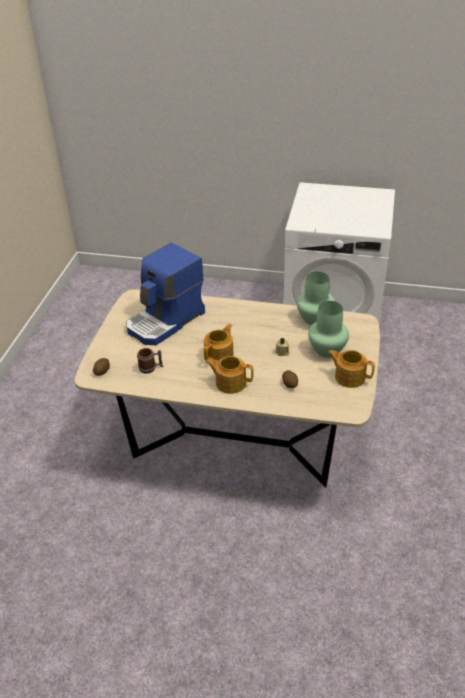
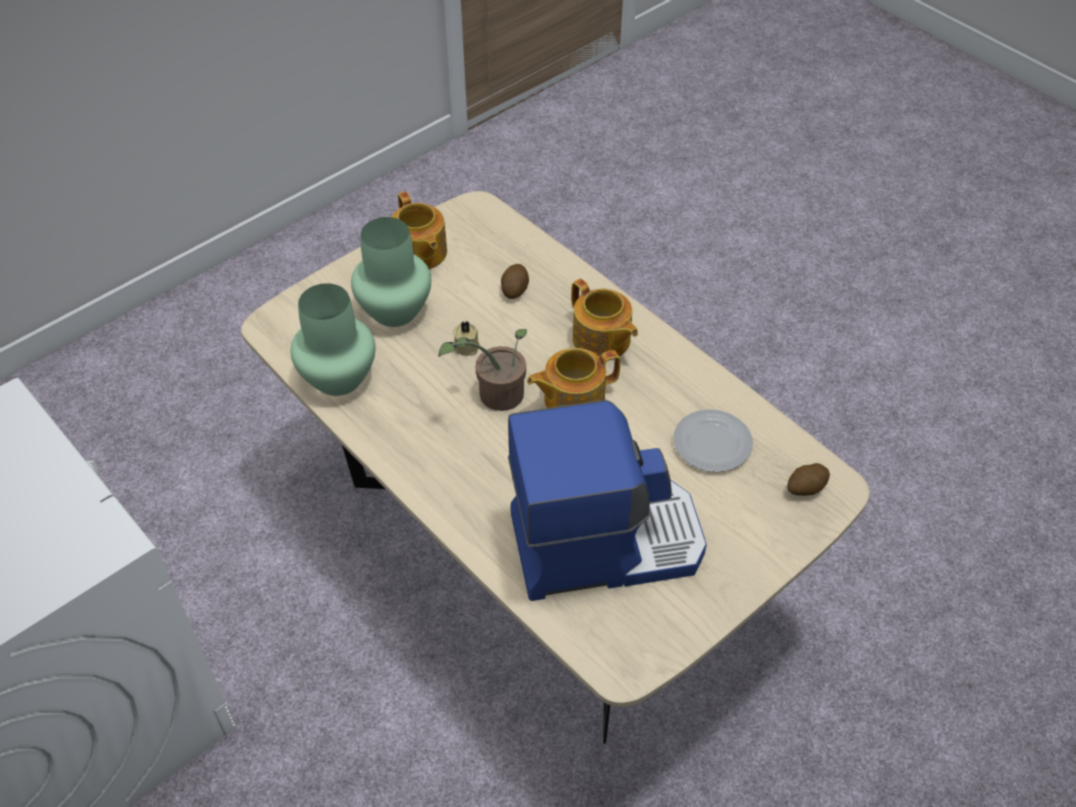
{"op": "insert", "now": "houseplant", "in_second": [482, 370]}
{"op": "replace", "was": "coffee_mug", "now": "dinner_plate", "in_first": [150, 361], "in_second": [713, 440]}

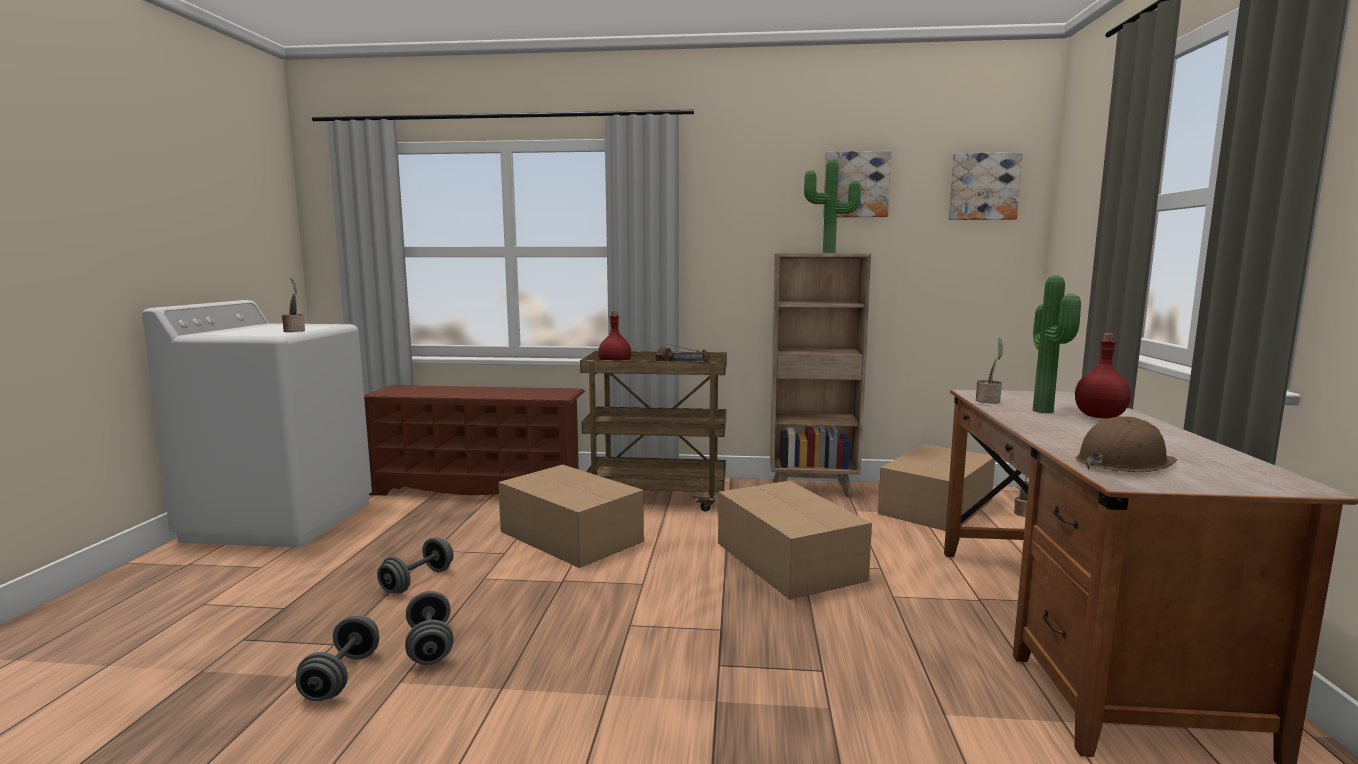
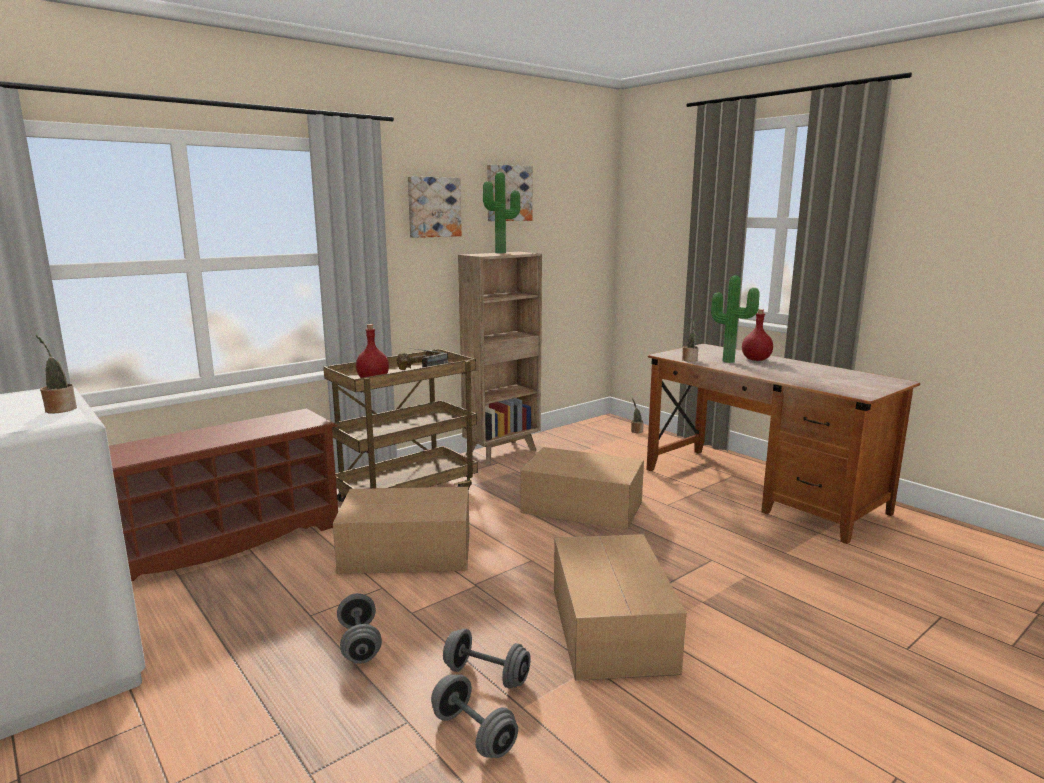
{"op": "move", "was": "wall_picture", "in_first": [986, 186], "in_second": [435, 207]}
{"op": "move", "was": "packing_box", "in_first": [936, 487], "in_second": [620, 607]}
{"op": "delete", "was": "brownish_hard_hat", "in_first": [1126, 444]}

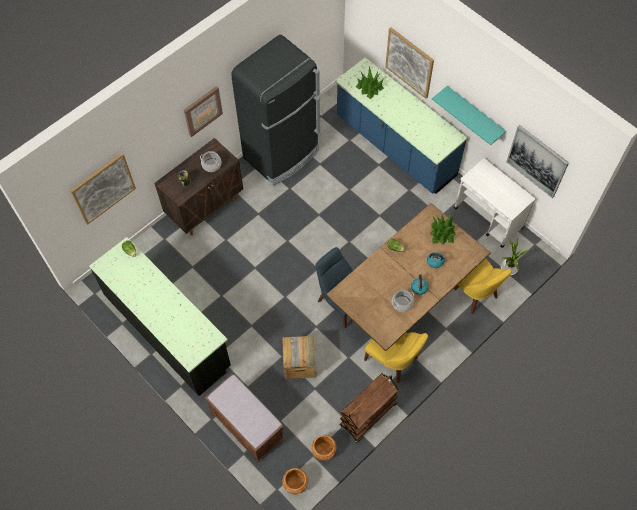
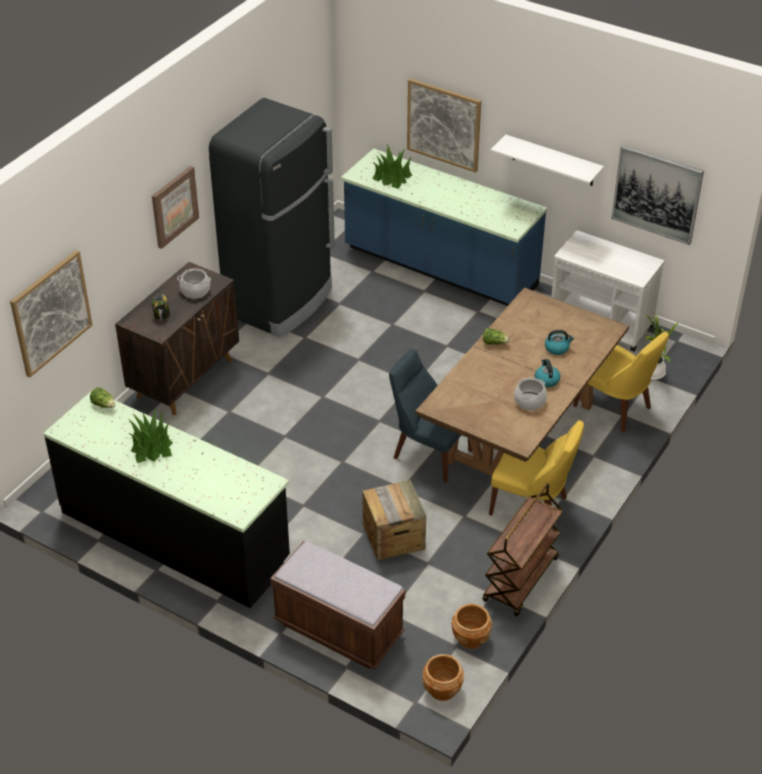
{"op": "move", "was": "houseplant", "in_first": [443, 229], "in_second": [151, 436]}
{"op": "recolor", "was": "blue-green_bracket_shelf", "now": "whitish_bracket_shelf", "in_first": [469, 115], "in_second": [547, 160]}

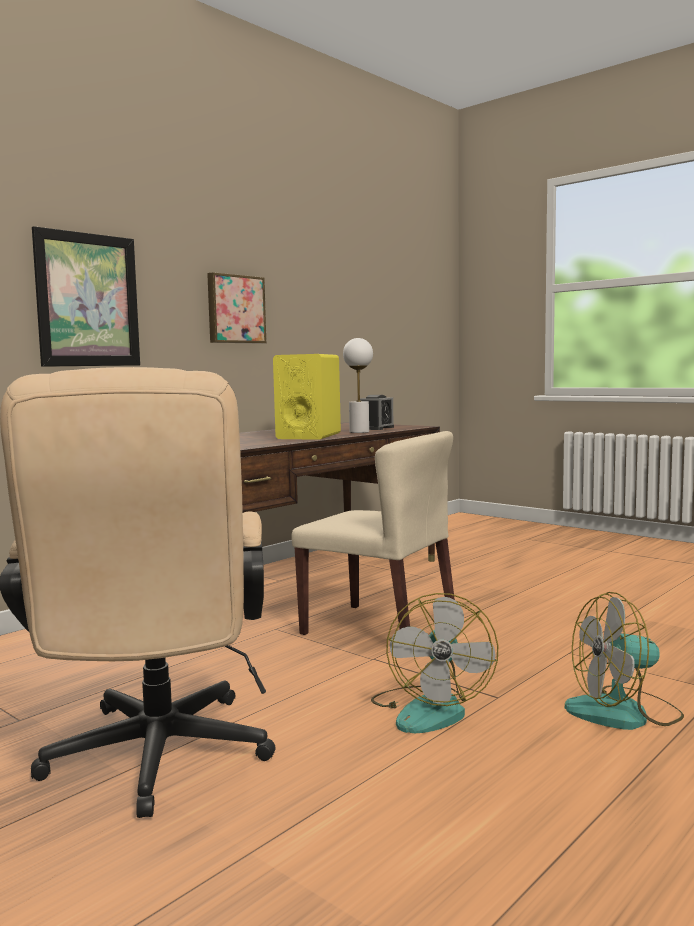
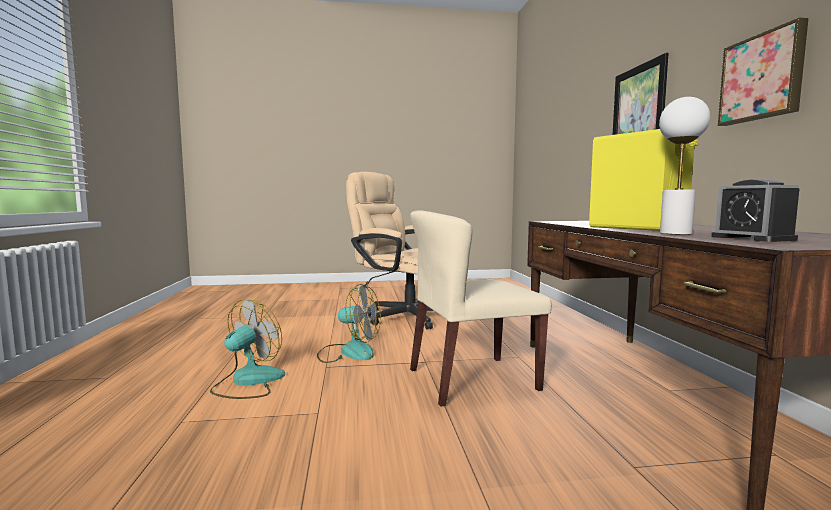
{"op": "rotate", "was": "electric_fan", "in_first": [434, 663], "in_second": [349, 323], "clockwise": 150}

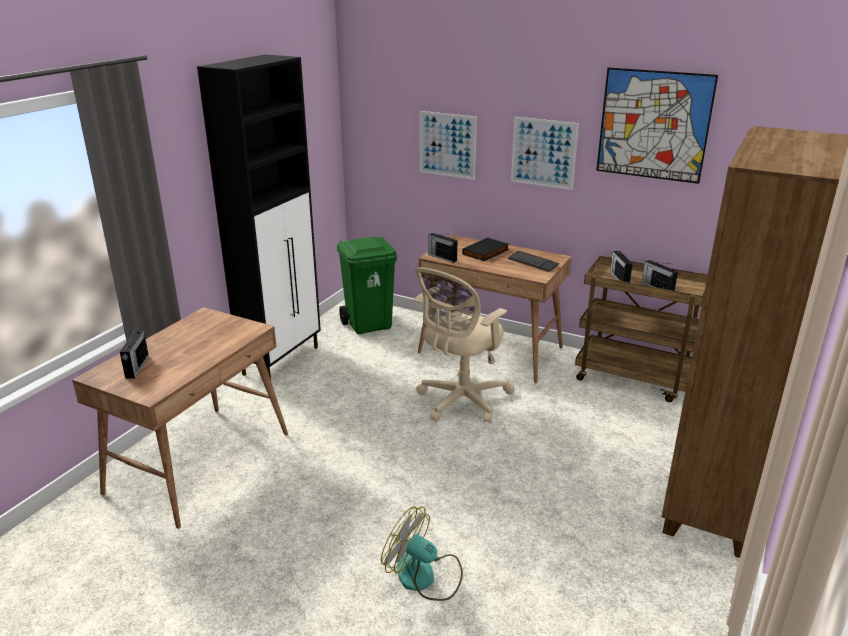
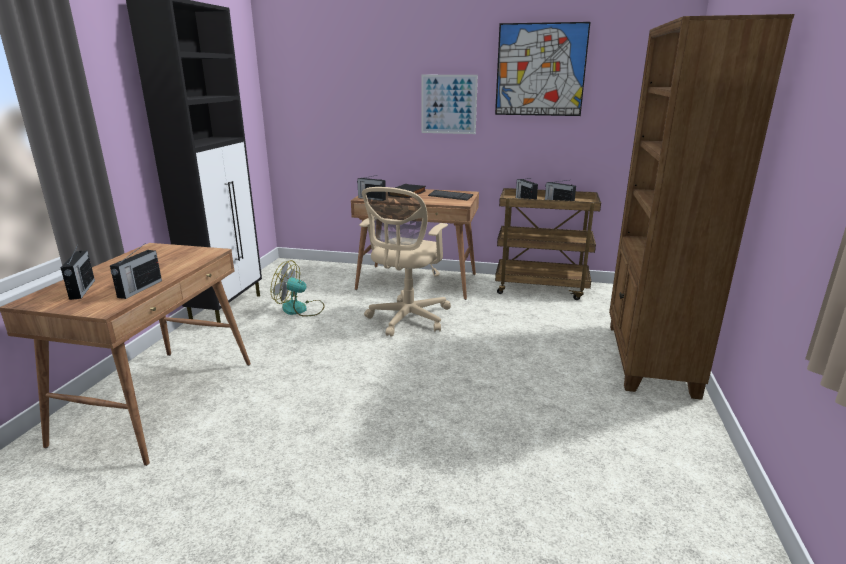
{"op": "insert", "now": "radio_receiver", "in_second": [136, 272]}
{"op": "move", "was": "electric_fan", "in_first": [422, 553], "in_second": [298, 288]}
{"op": "delete", "was": "green-coloured_waste_bin", "in_first": [367, 285]}
{"op": "delete", "was": "wall_picture", "in_first": [448, 145]}

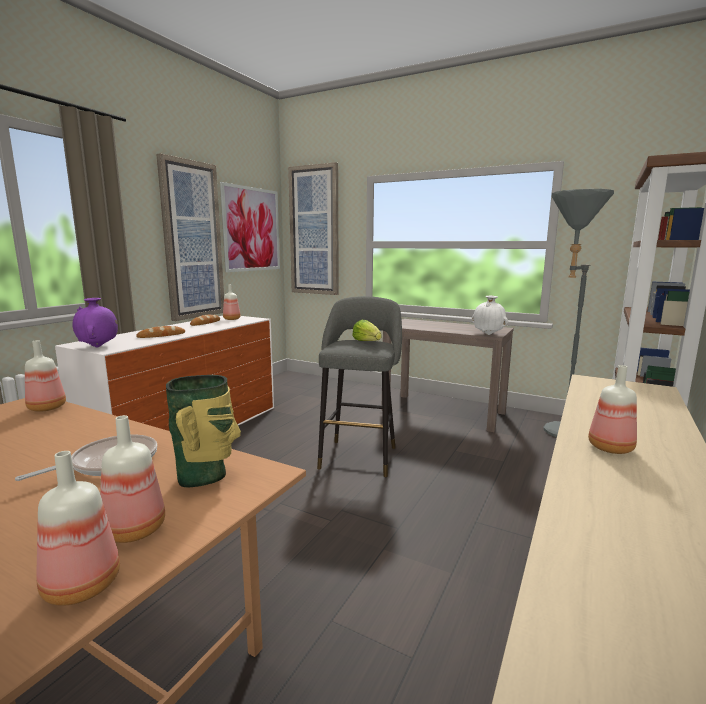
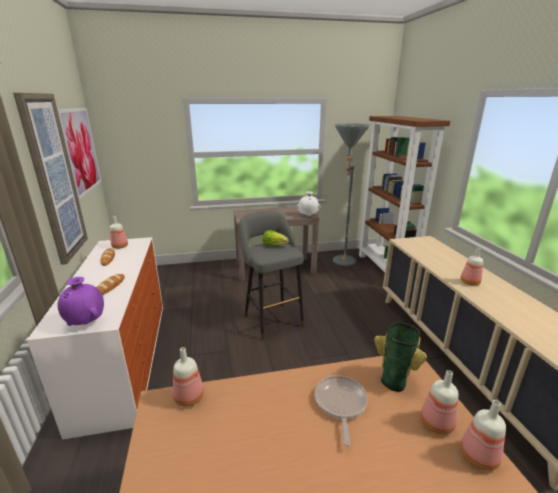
{"op": "delete", "was": "wall_picture", "in_first": [313, 228]}

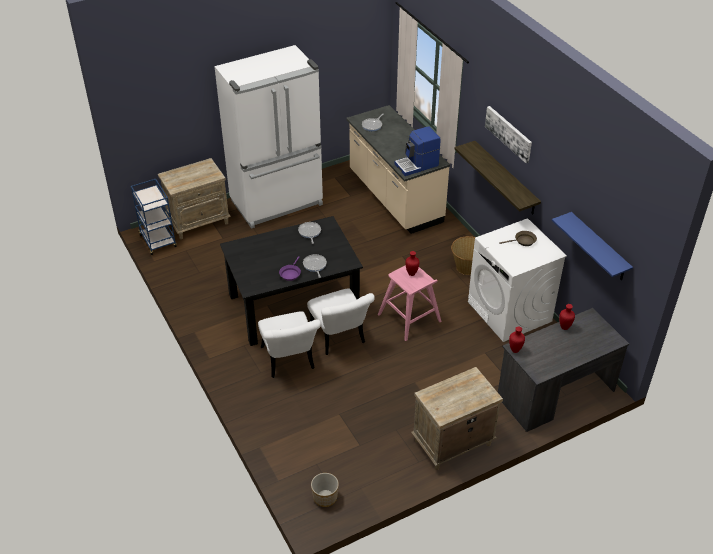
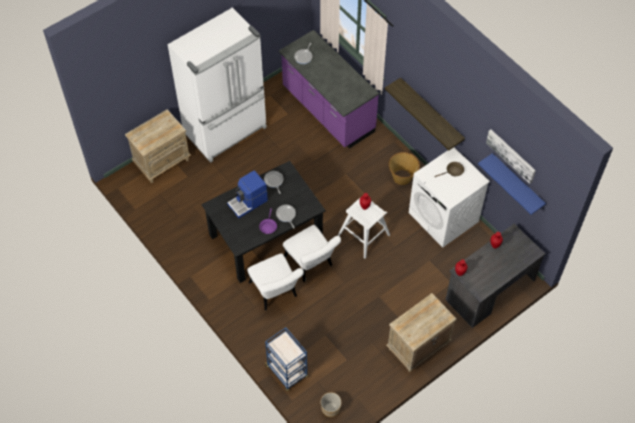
{"op": "move", "was": "coffee_brewer", "in_first": [418, 151], "in_second": [247, 194]}
{"op": "move", "was": "blue_cart", "in_first": [154, 217], "in_second": [286, 359]}
{"op": "recolor", "was": "sand-coloured_kitchen_base_unit", "now": "purplish_kitchen_base_unit", "in_first": [398, 169], "in_second": [329, 89]}
{"op": "recolor", "was": "pink_stool_seat", "now": "whitish_stool_seat", "in_first": [410, 303], "in_second": [364, 228]}
{"op": "move", "was": "wall_picture", "in_first": [508, 134], "in_second": [511, 156]}

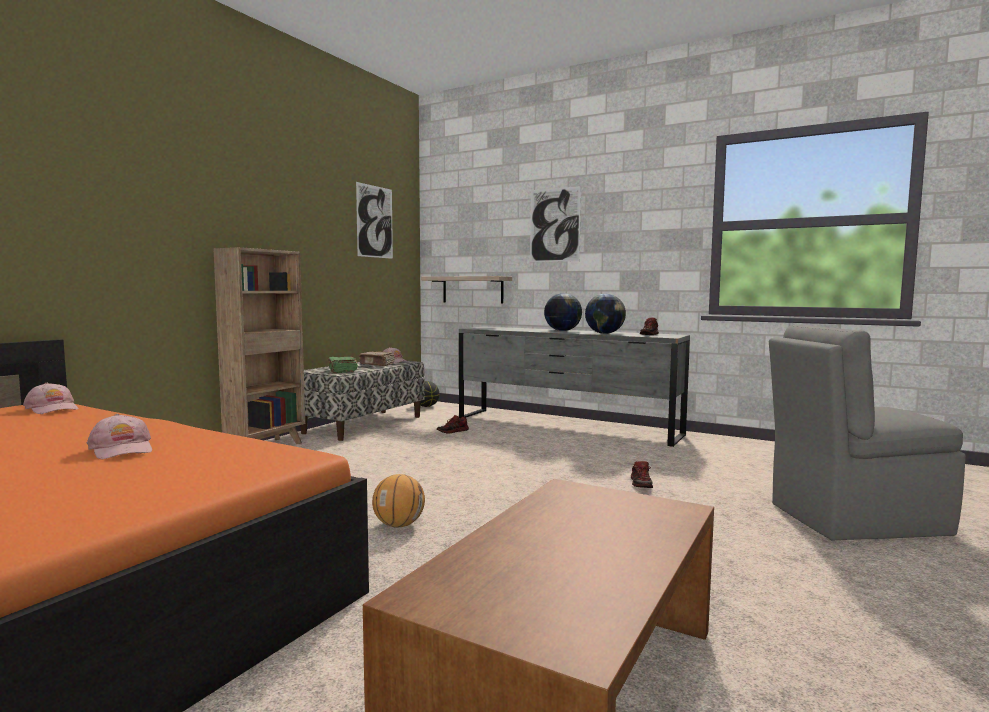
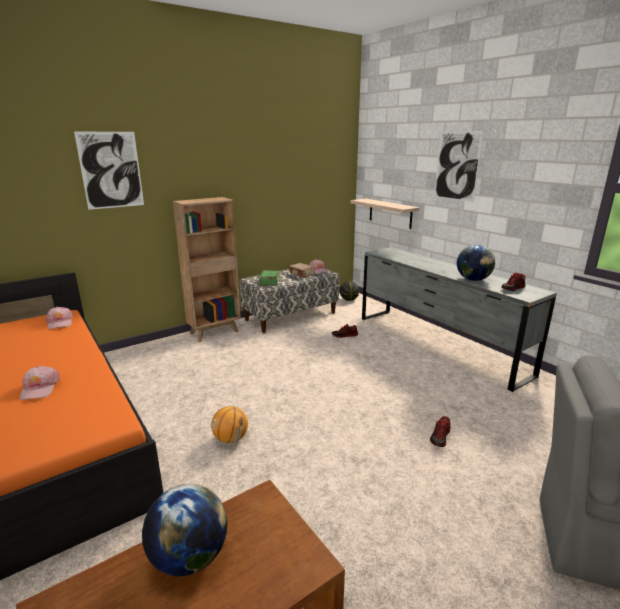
{"op": "move", "was": "wall_picture", "in_first": [374, 220], "in_second": [109, 171]}
{"op": "move", "was": "world_globe", "in_first": [563, 312], "in_second": [184, 530]}

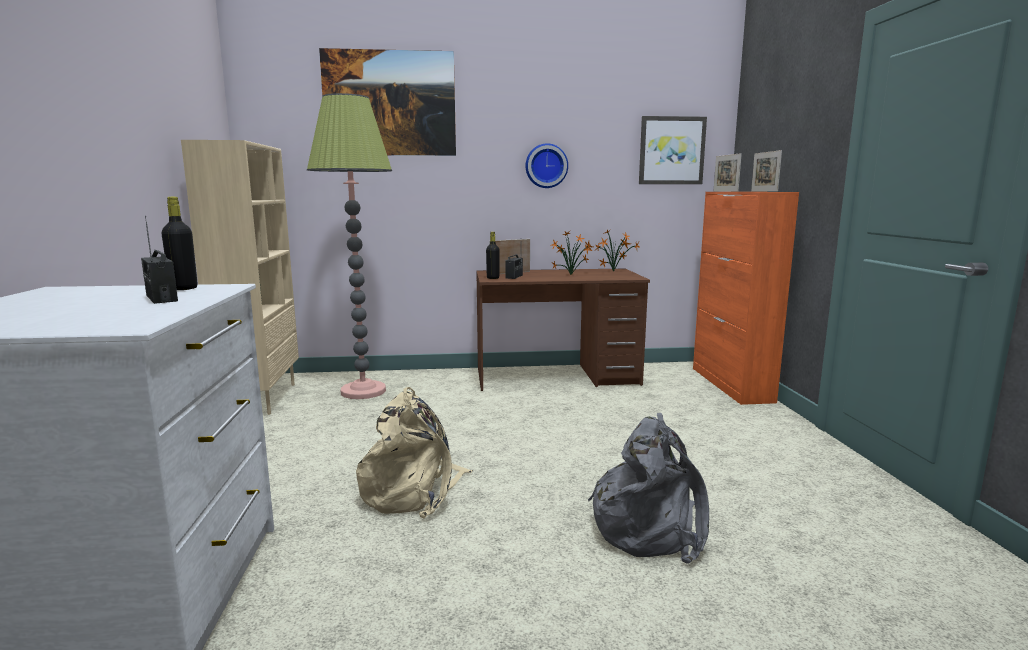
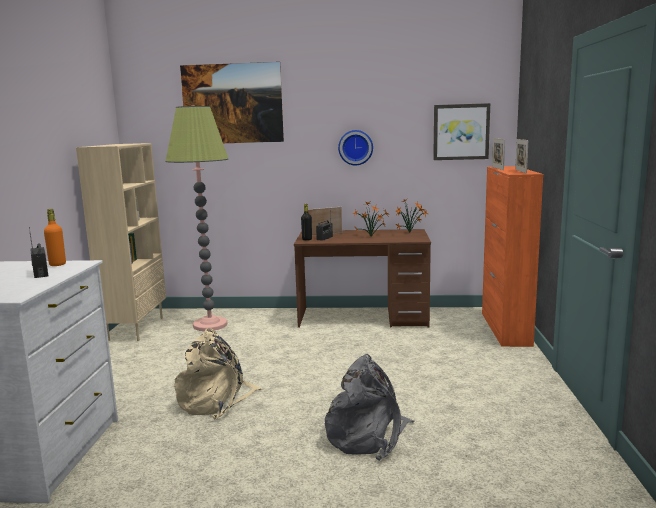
{"op": "recolor", "was": "black-coloured_drink_bottle", "now": "orange_drink_bottle", "in_first": [179, 243], "in_second": [55, 237]}

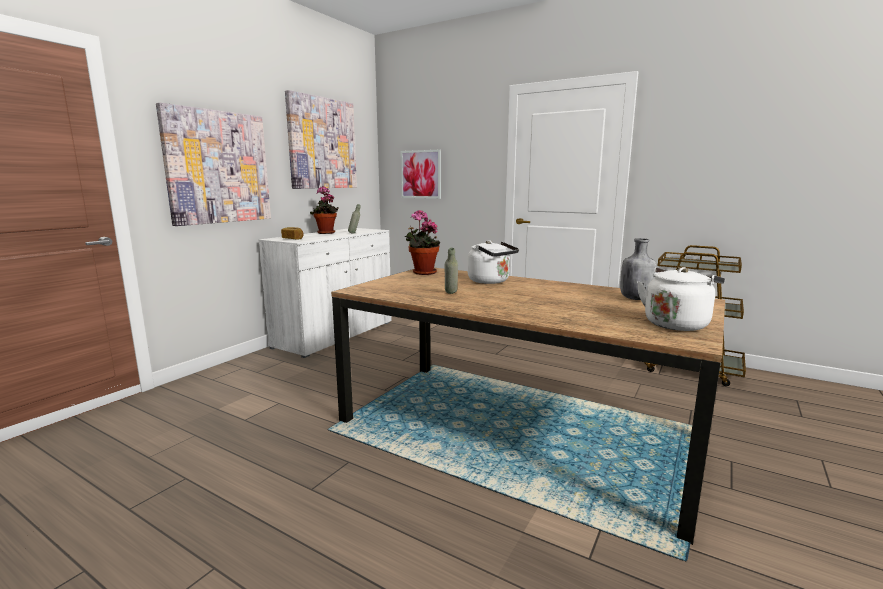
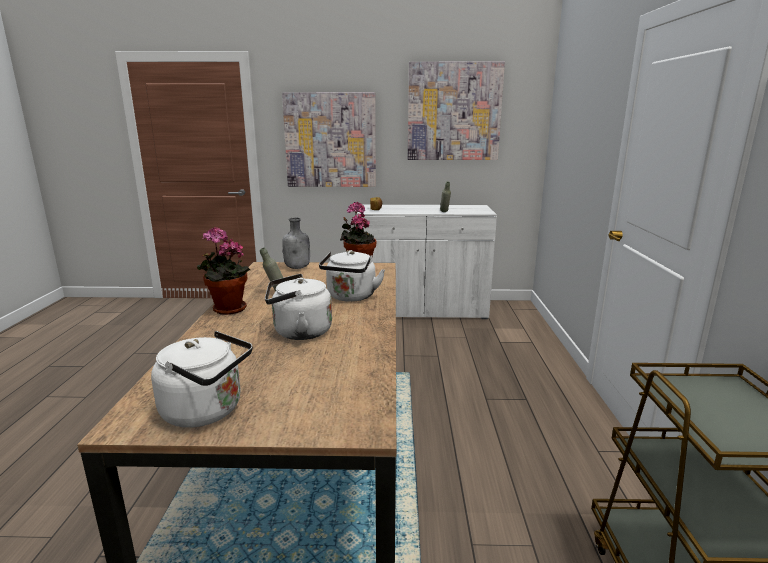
{"op": "move", "was": "houseplant", "in_first": [324, 210], "in_second": [223, 271]}
{"op": "insert", "now": "whitish_water_kettle", "in_second": [298, 307]}
{"op": "move", "was": "grey_drink_bottle", "in_first": [638, 269], "in_second": [296, 243]}
{"op": "delete", "was": "wall_picture", "in_first": [420, 174]}

